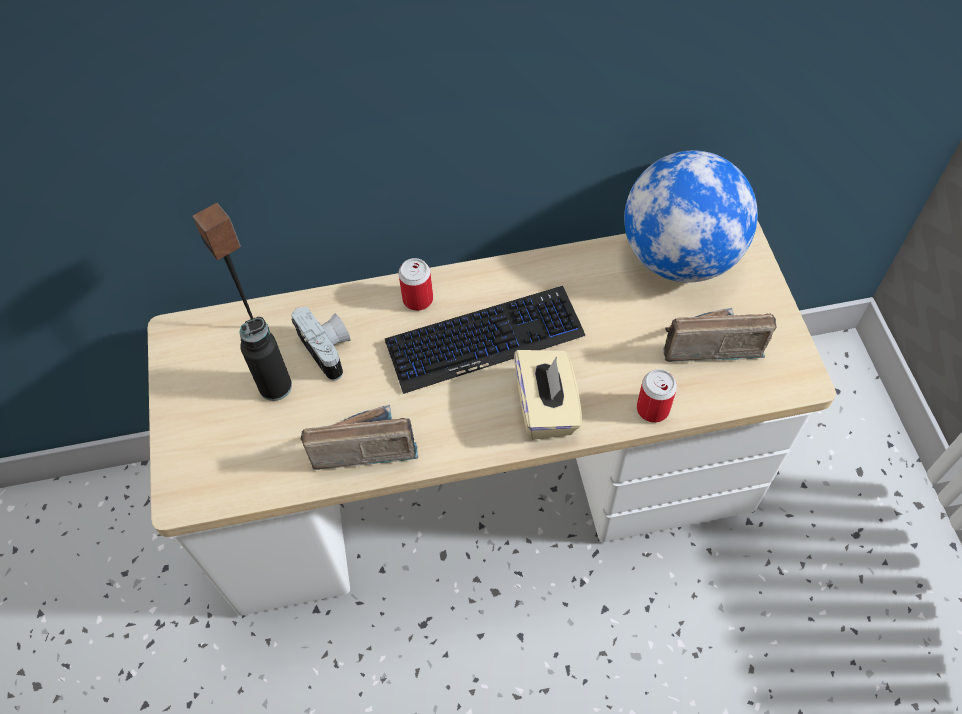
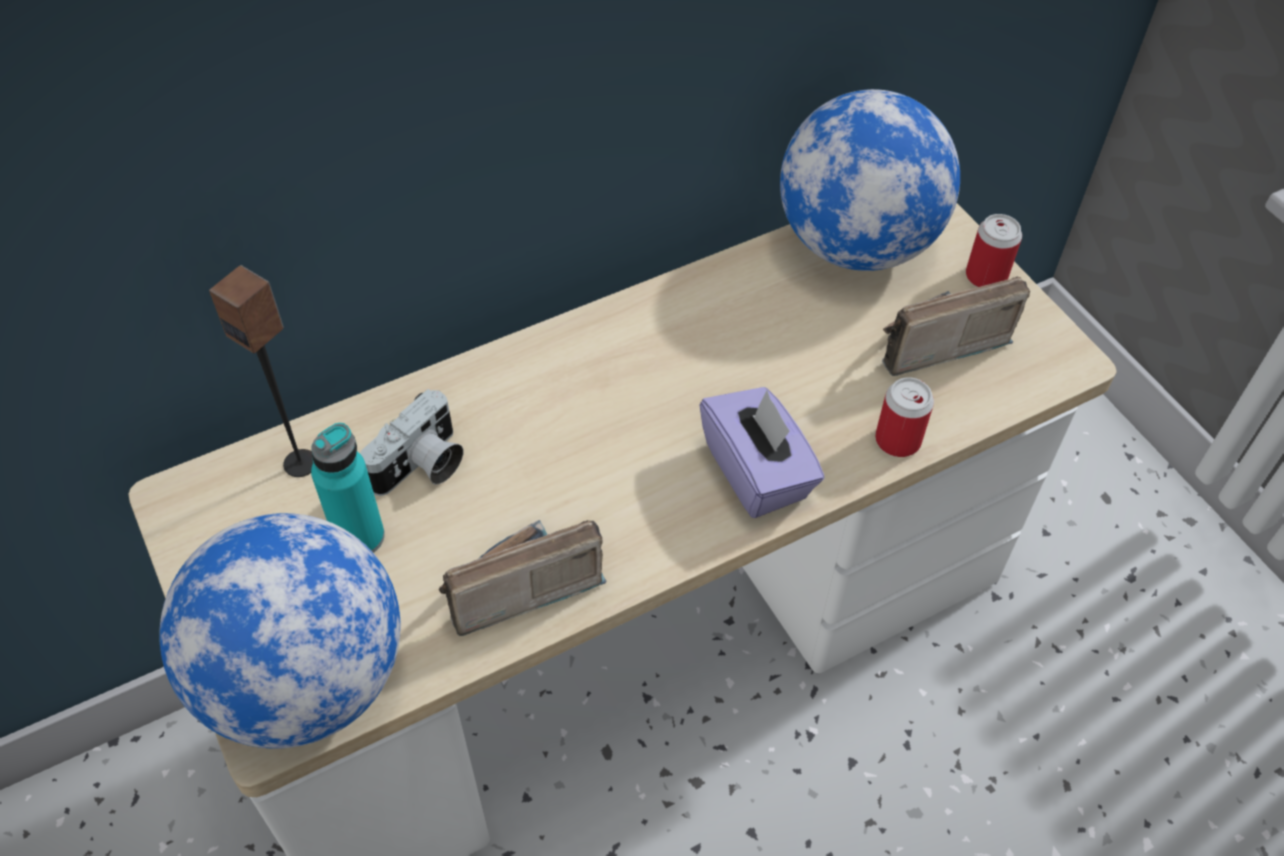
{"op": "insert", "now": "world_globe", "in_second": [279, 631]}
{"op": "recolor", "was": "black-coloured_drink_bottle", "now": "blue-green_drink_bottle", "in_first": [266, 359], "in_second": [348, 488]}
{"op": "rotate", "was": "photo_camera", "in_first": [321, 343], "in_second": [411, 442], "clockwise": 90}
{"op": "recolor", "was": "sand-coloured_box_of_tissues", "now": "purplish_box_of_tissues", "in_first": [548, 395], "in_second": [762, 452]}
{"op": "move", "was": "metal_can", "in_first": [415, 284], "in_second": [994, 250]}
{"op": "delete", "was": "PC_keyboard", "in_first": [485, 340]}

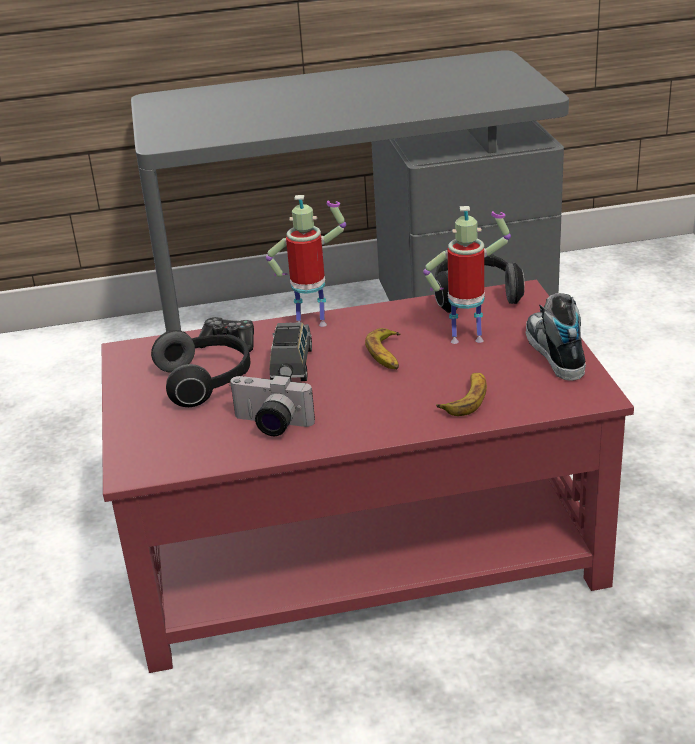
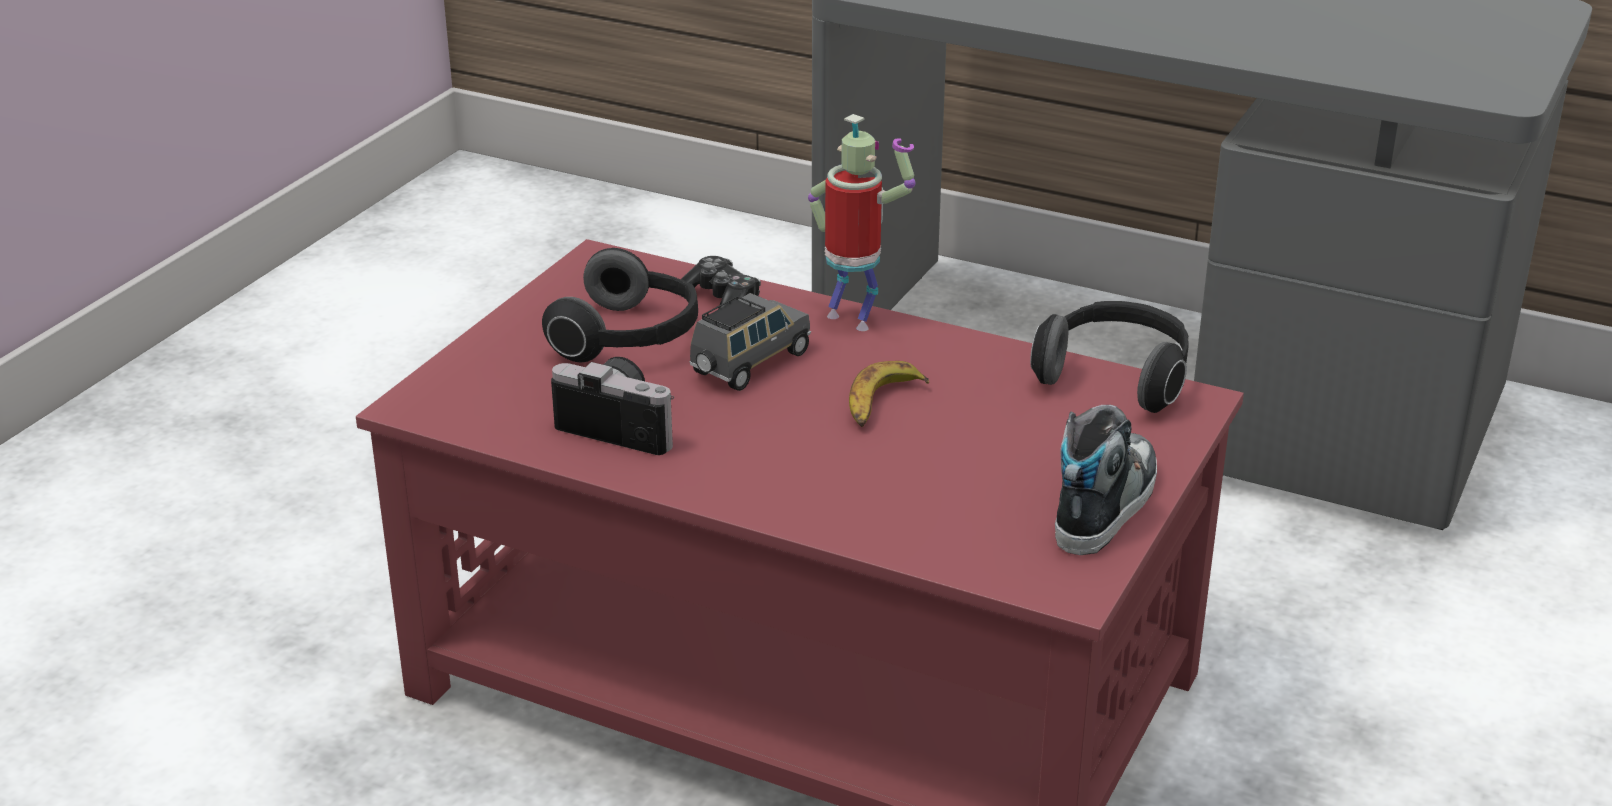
{"op": "rotate", "was": "photo_camera", "in_first": [272, 405], "in_second": [612, 406], "clockwise": 150}
{"op": "delete", "was": "robot_figure", "in_first": [467, 275]}
{"op": "delete", "was": "banana", "in_first": [461, 394]}

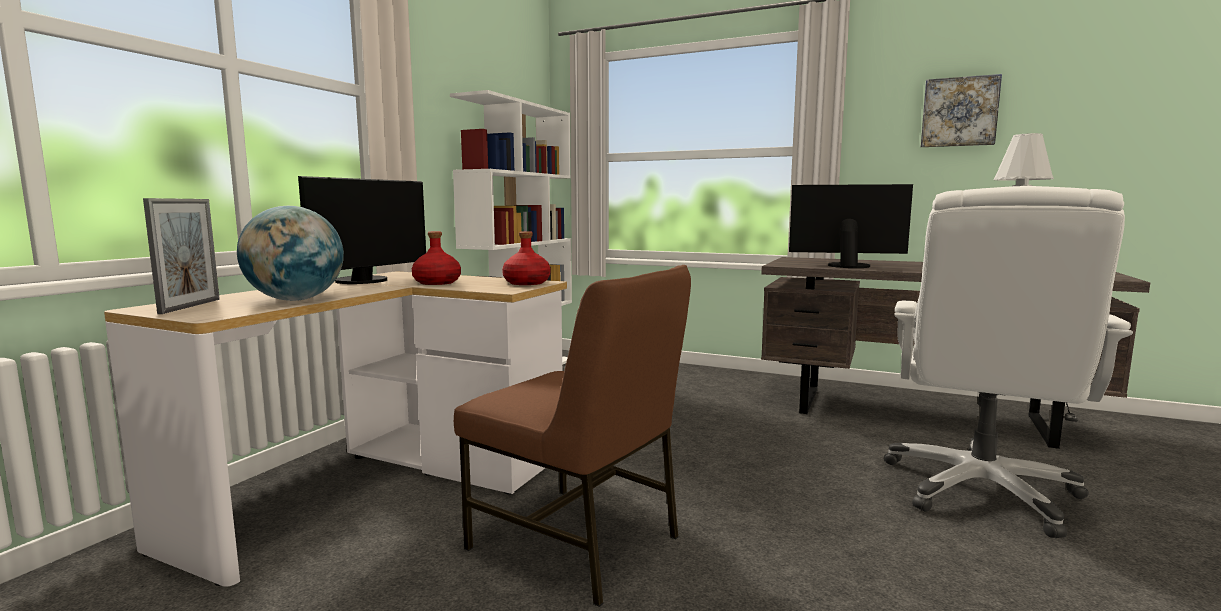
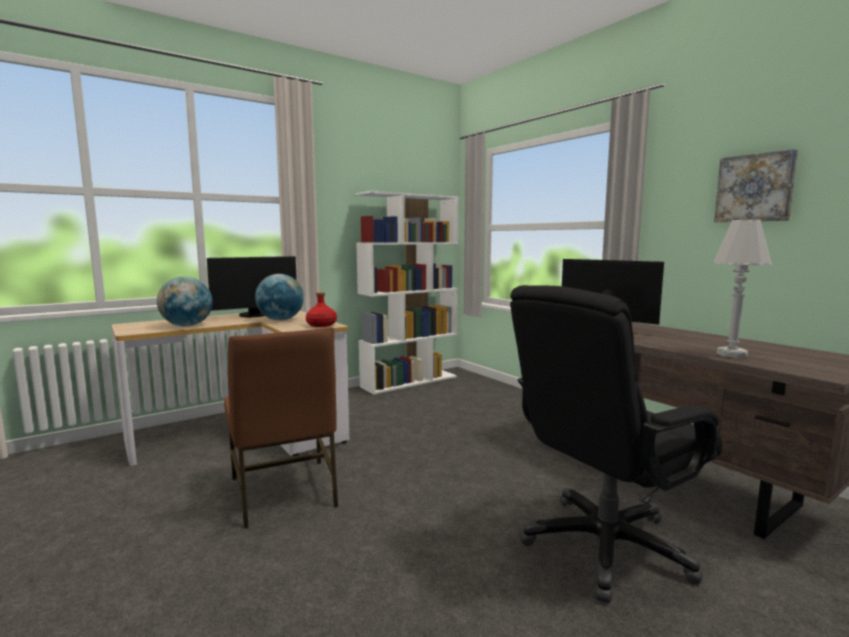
{"op": "replace", "was": "red-coloured_drink_bottle", "now": "world_globe", "in_first": [436, 258], "in_second": [279, 297]}
{"op": "recolor", "was": "whitish_desk_chair", "now": "black-coloured_desk_chair", "in_first": [1008, 362], "in_second": [616, 444]}
{"op": "delete", "was": "standing_frame", "in_first": [181, 256]}

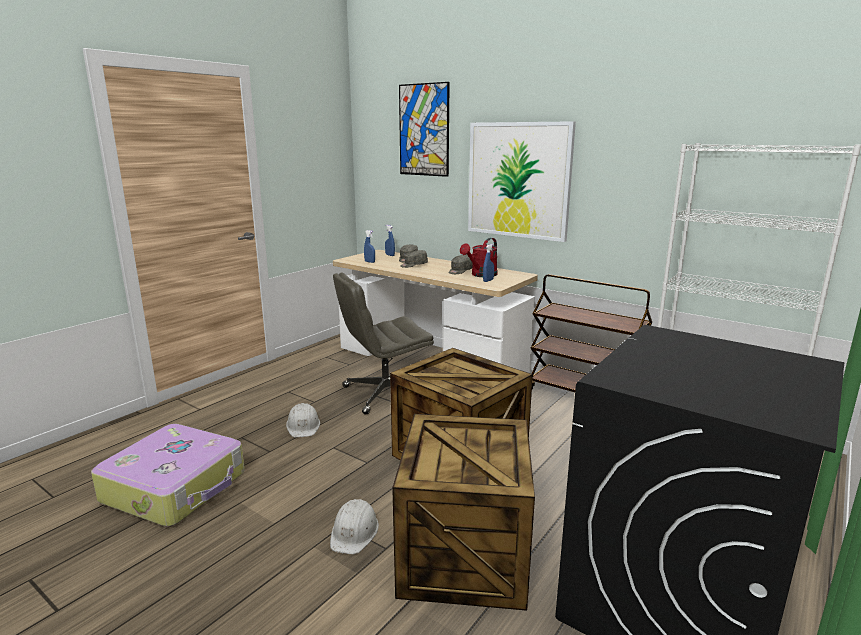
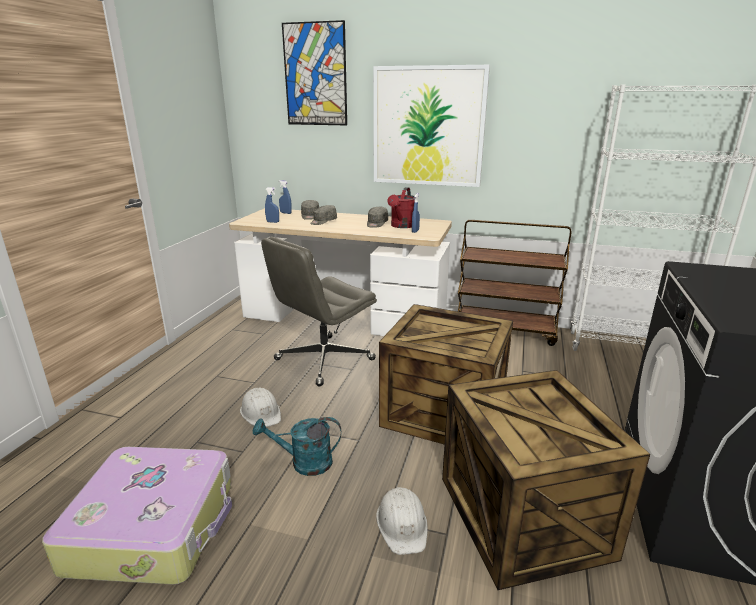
{"op": "insert", "now": "blue-green_watering_can", "in_second": [297, 446]}

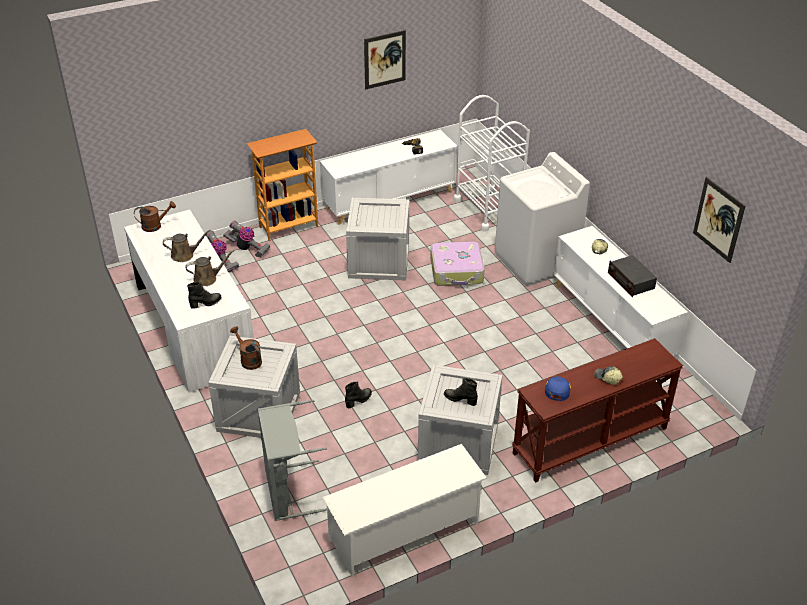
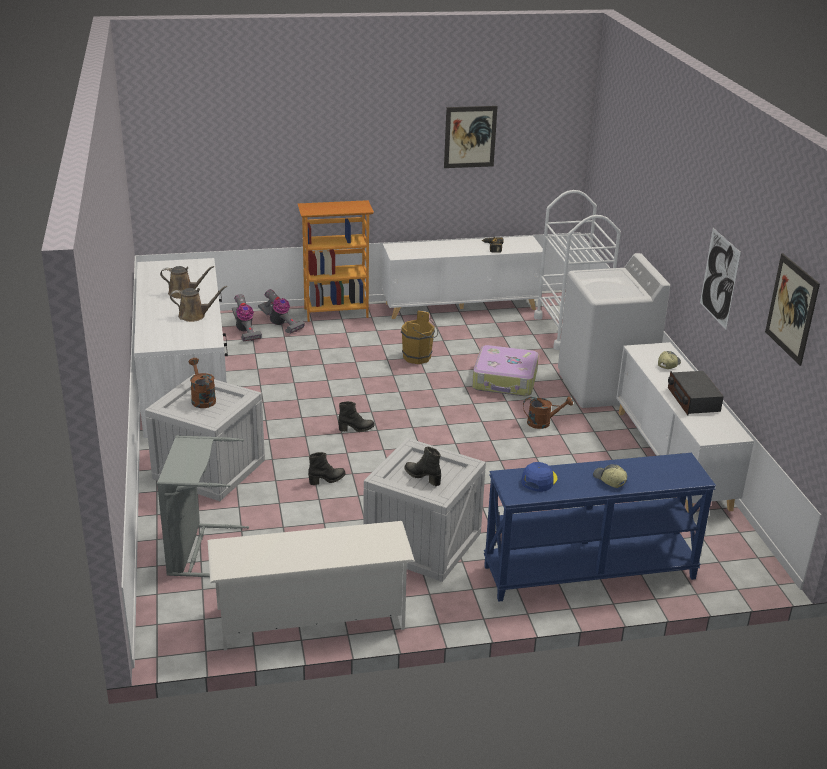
{"op": "move", "was": "black-coloured_high-top_boot", "in_first": [204, 295], "in_second": [356, 416]}
{"op": "replace", "was": "crate", "now": "brownish_bucket", "in_first": [377, 239], "in_second": [419, 337]}
{"op": "recolor", "was": "brownish_console_table", "now": "blue_console_table", "in_first": [597, 410], "in_second": [600, 527]}
{"op": "move", "was": "brownish_watering_can", "in_first": [155, 216], "in_second": [548, 413]}
{"op": "insert", "now": "wall_picture", "in_second": [720, 279]}

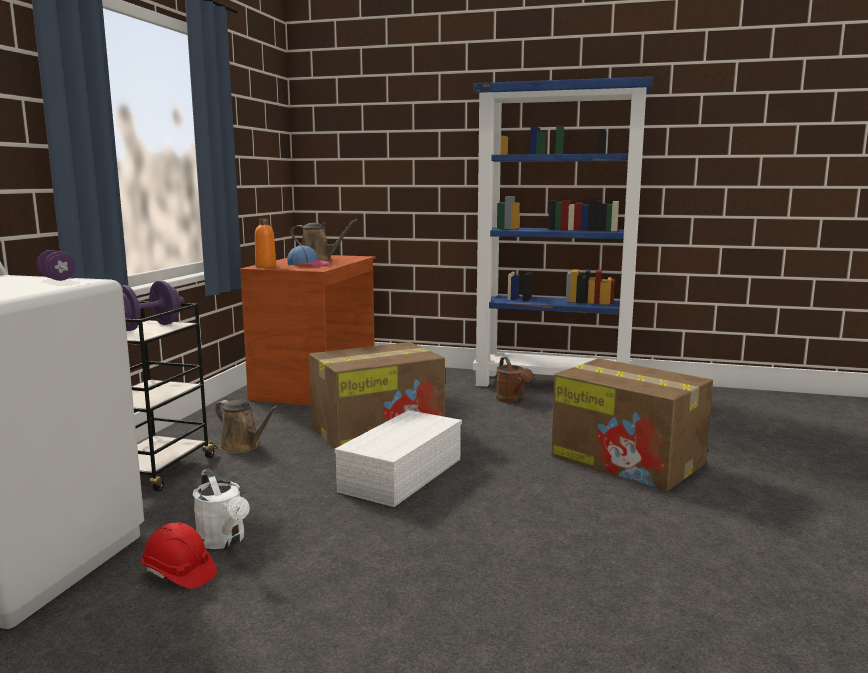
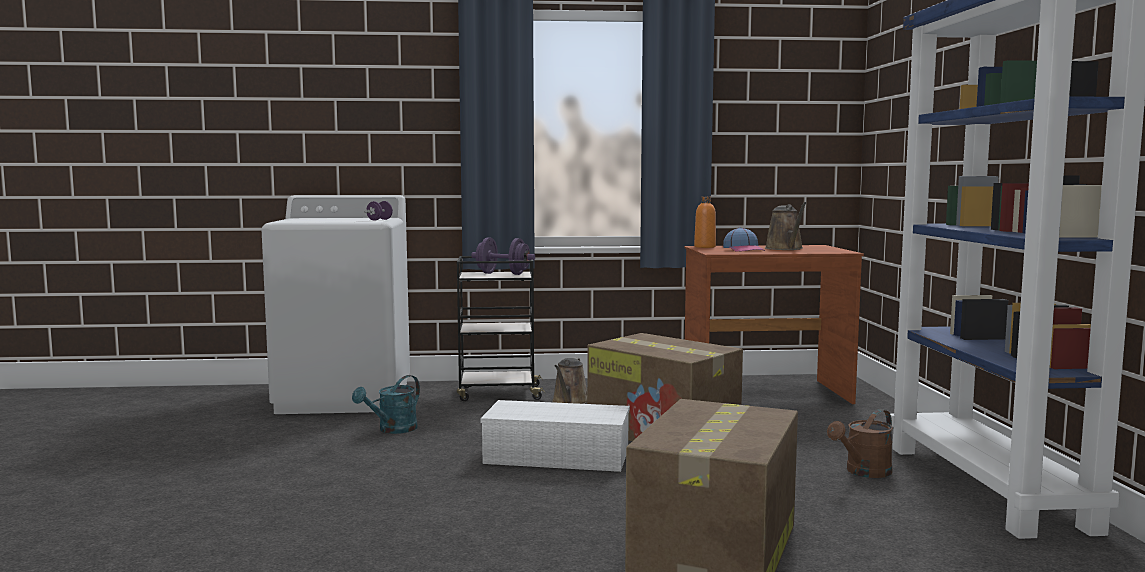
{"op": "recolor", "was": "whitish_watering_can", "now": "blue-green_watering_can", "in_first": [221, 509], "in_second": [386, 404]}
{"op": "delete", "was": "red-coloured_hard_hat", "in_first": [179, 555]}

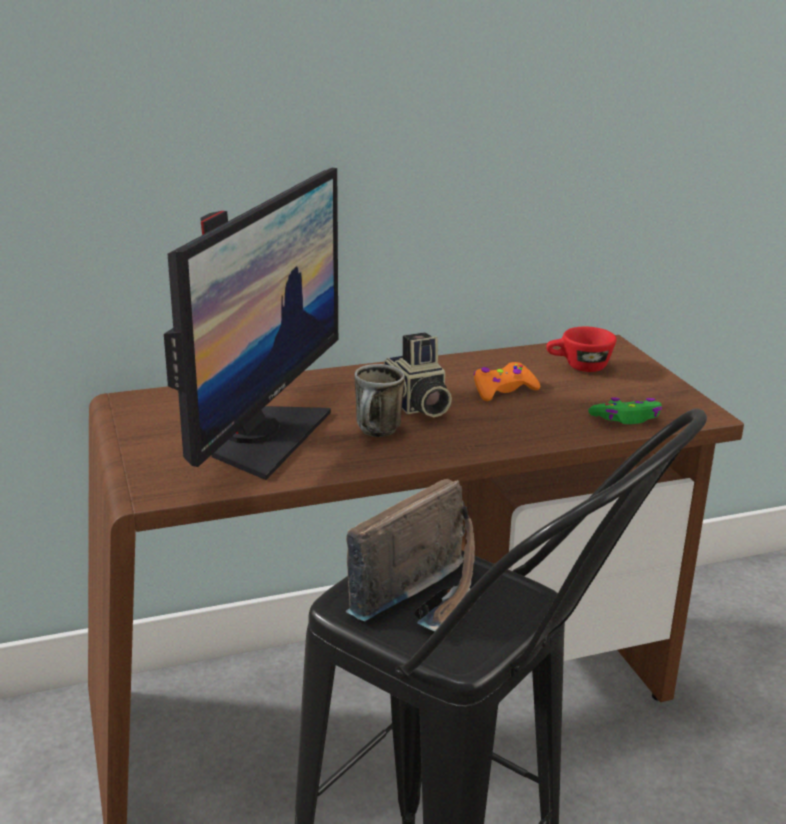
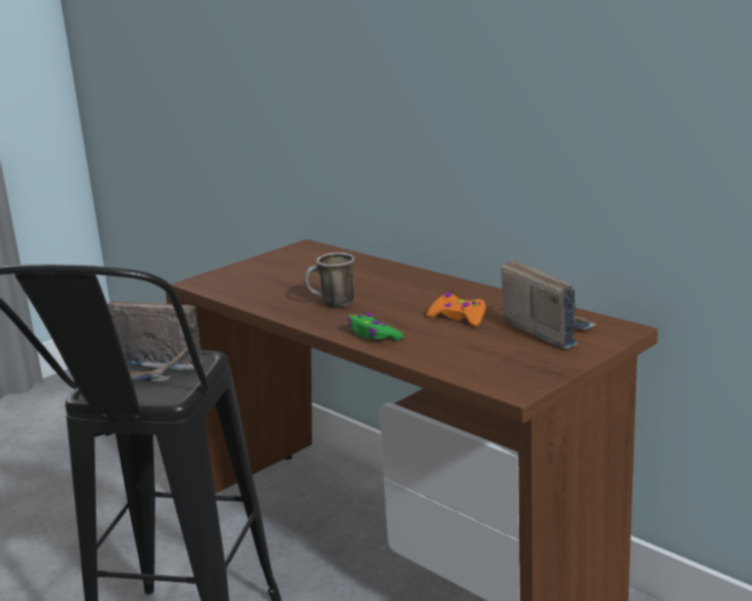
{"op": "move", "was": "green-coloured_game_controller", "in_first": [625, 410], "in_second": [375, 326]}
{"op": "replace", "was": "red-coloured_cup", "now": "radio_receiver", "in_first": [581, 349], "in_second": [549, 304]}
{"op": "delete", "was": "computer_screen", "in_first": [251, 324]}
{"op": "delete", "was": "photo_camera", "in_first": [418, 374]}

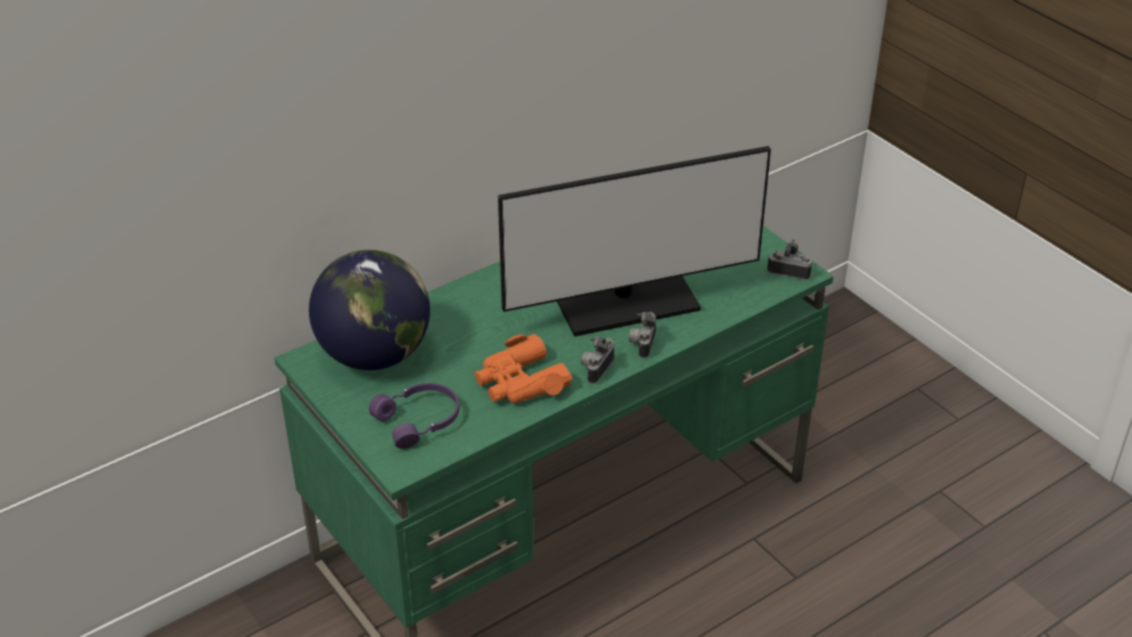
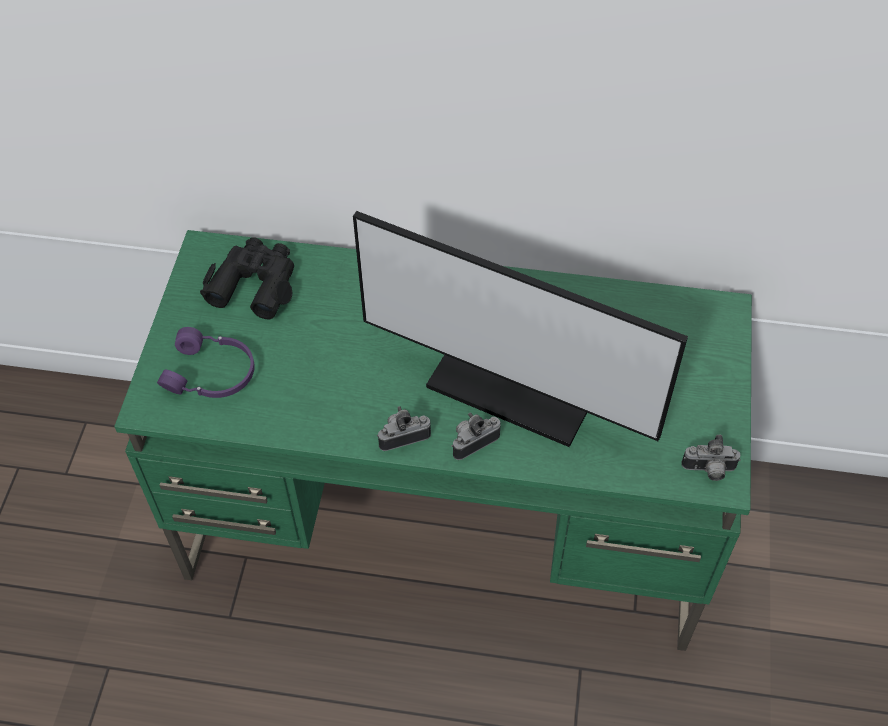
{"op": "replace", "was": "world_globe", "now": "black-coloured_field_glasses", "in_first": [369, 310], "in_second": [247, 278]}
{"op": "rotate", "was": "photo_camera", "in_first": [790, 260], "in_second": [711, 458], "clockwise": 120}
{"op": "delete", "was": "orange_field_glasses", "in_first": [523, 368]}

